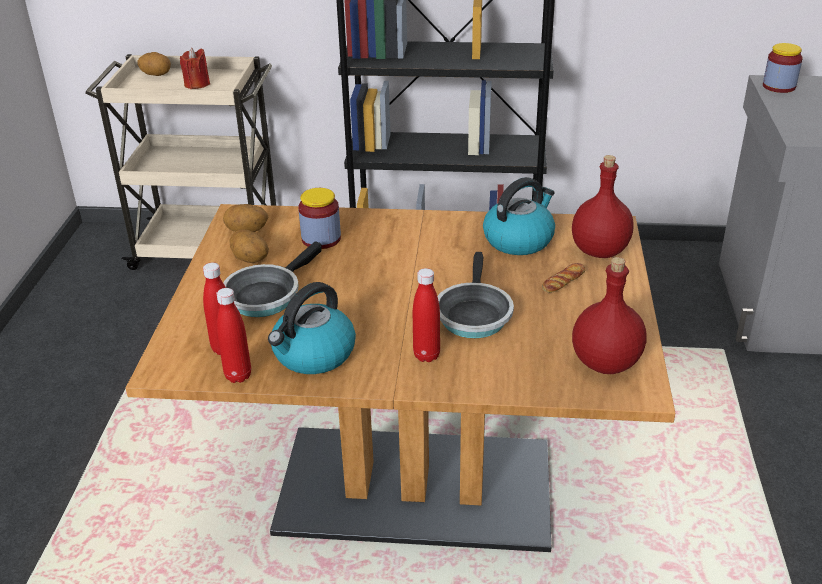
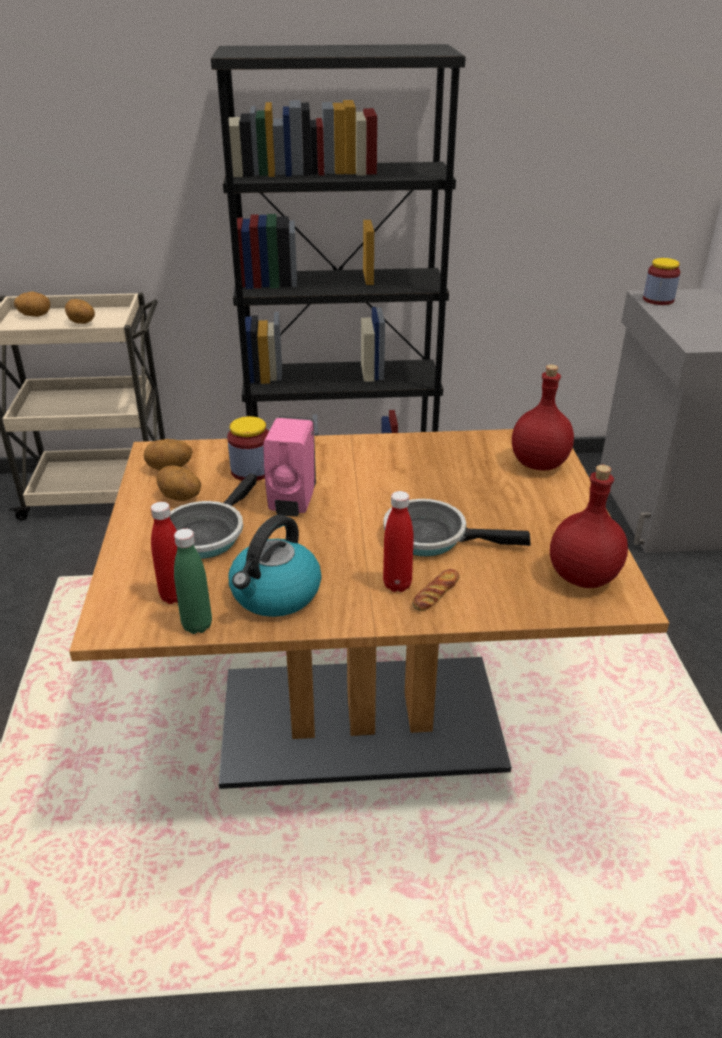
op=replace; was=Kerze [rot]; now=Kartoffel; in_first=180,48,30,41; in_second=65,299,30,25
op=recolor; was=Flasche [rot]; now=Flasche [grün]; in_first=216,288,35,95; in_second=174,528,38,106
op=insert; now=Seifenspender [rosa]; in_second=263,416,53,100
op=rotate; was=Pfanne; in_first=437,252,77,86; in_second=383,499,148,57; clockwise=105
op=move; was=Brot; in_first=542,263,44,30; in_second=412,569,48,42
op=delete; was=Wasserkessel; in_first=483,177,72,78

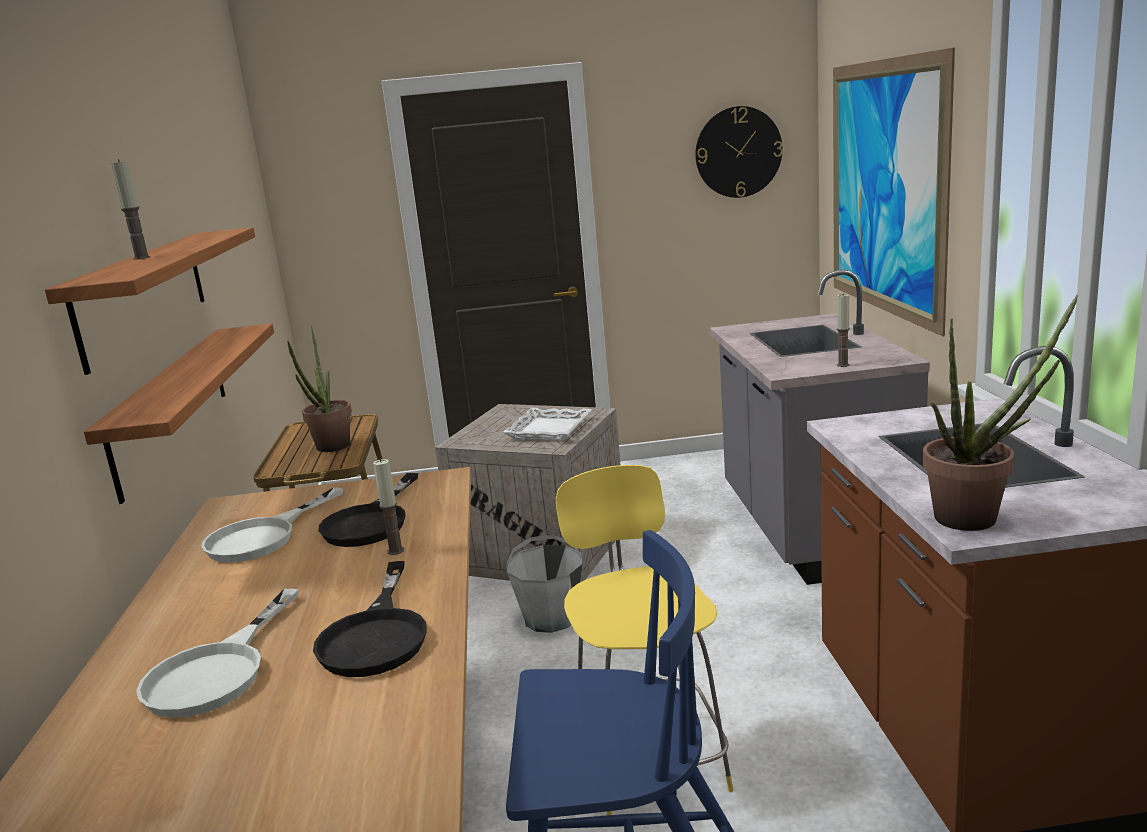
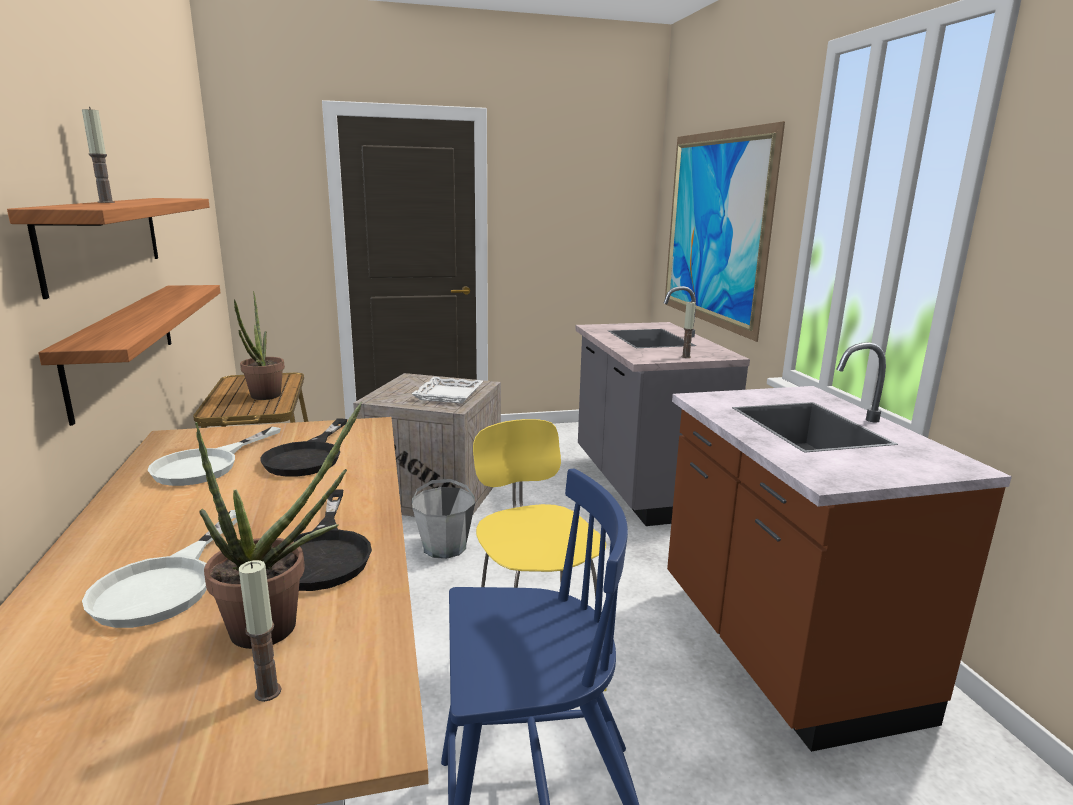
op=move; was=Topfpflanze; in_first=922,295,156,236; in_second=195,402,167,247
op=move; was=Kerze; in_first=373,459,31,96; in_second=239,560,42,142
op=delete; was=Wanduhr; in_first=695,106,88,92

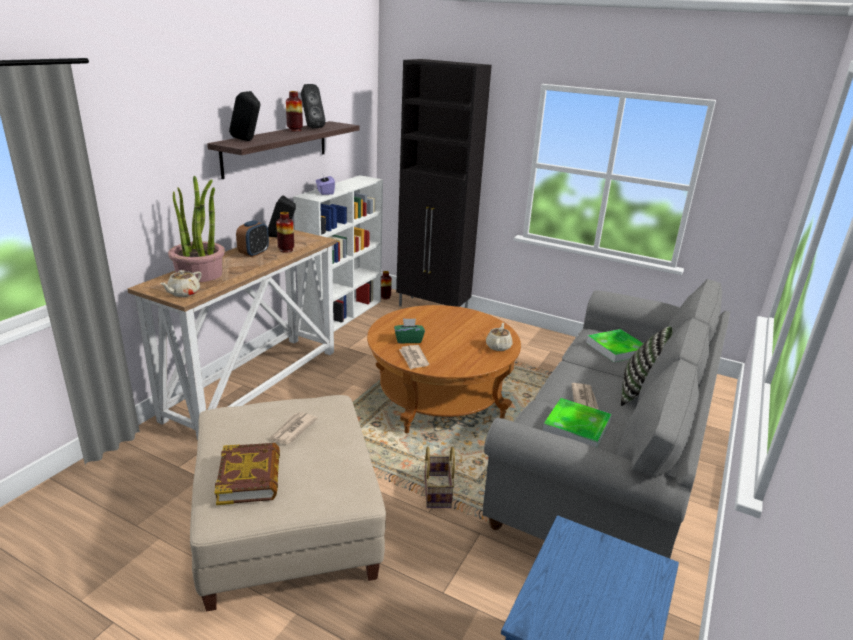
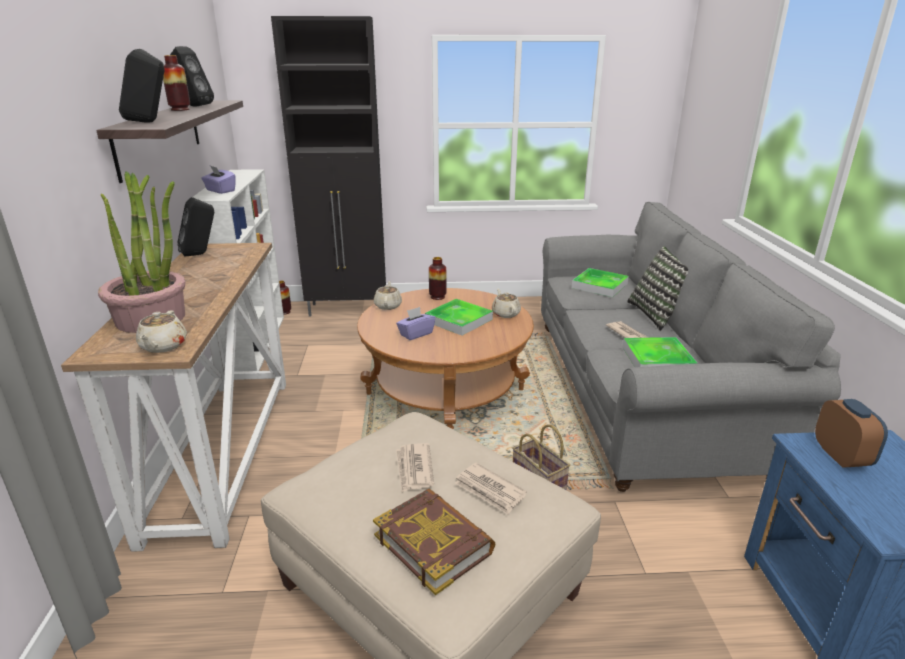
op=insert; now=Teekanne [beige]; in_second=374,281,28,29
op=recolor; was=Taschentuchbox [grün]; now=Taschentuchbox [lila]; in_first=394,318,31,25; in_second=396,307,40,33
op=insert; now=Tablett; in_second=425,299,68,37
op=move; was=Vase; in_first=276,212,18,40; in_second=429,257,17,43
op=move; was=Zeitung; in_first=399,345,30,25; in_second=455,463,72,52
op=move; was=Wecker; in_first=236,220,33,37; in_second=815,399,73,69

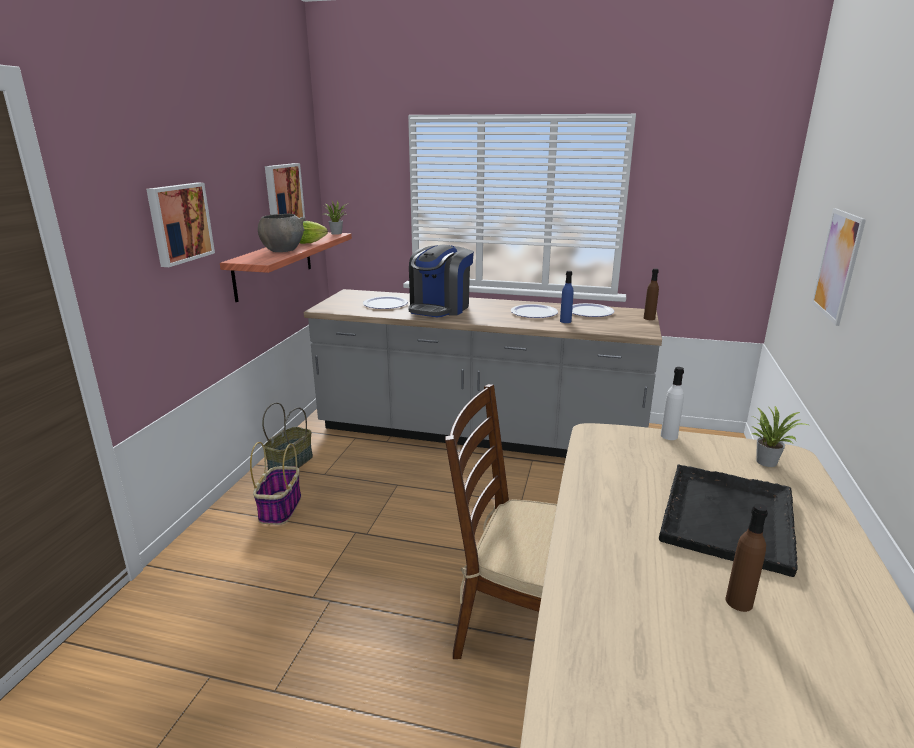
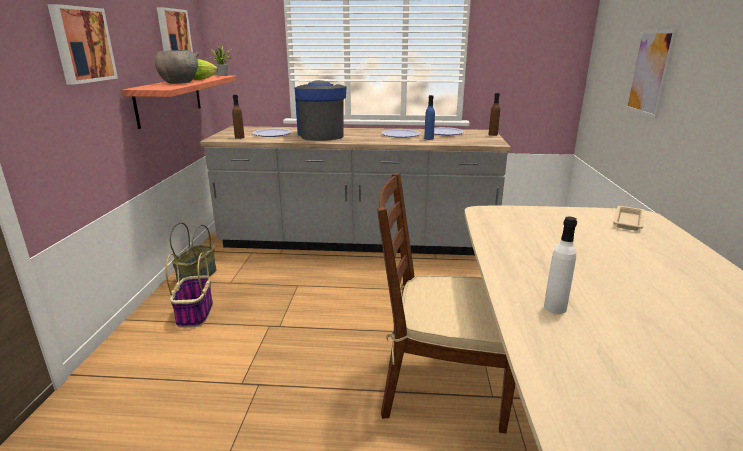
op=move; was=Flasche [braun]; in_first=726,504,42,108; in_second=232,95,13,44
op=rotate; was=Kaffeemaschine; in_first=409,245,65,72; in_second=294,80,53,61; clockwise=150
op=move; was=Flasche [weiß]; in_first=661,367,23,73; in_second=544,217,33,97
op=replace; was=Topfpflanze; now=Tablett [beige]; in_first=752,406,59,61; in_second=613,206,32,25
op=delete; was=Tablett [schwarz]; in_first=659,464,139,113

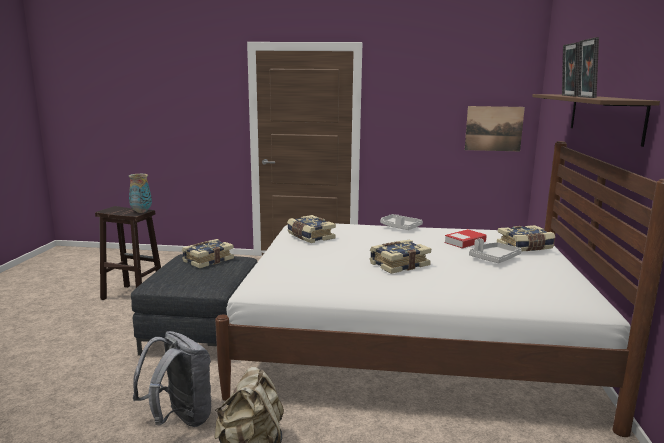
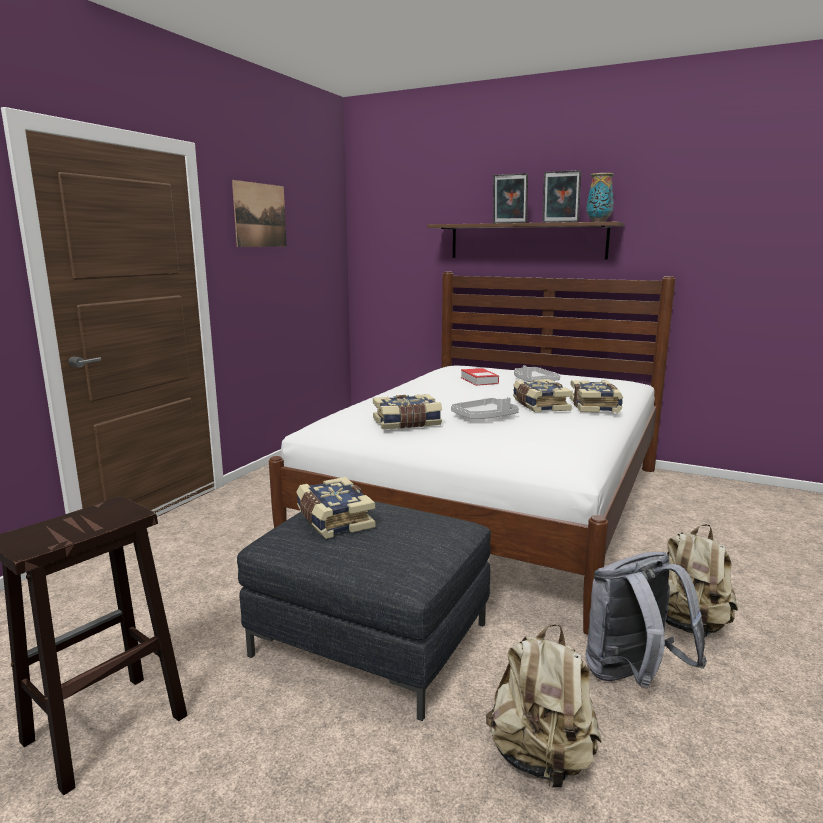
op=move; was=Bild; in_first=465,106,60,45; in_second=232,180,55,67
op=move; was=Tablett [grau]; in_first=380,214,43,16; in_second=451,397,68,22
op=insert; now=Rucksack [beige]; in_second=486,624,116,165
op=move; was=Buch; in_first=497,225,58,27; in_second=570,380,53,33
op=move; was=Vase; in_first=129,174,23,39; in_second=586,173,28,49

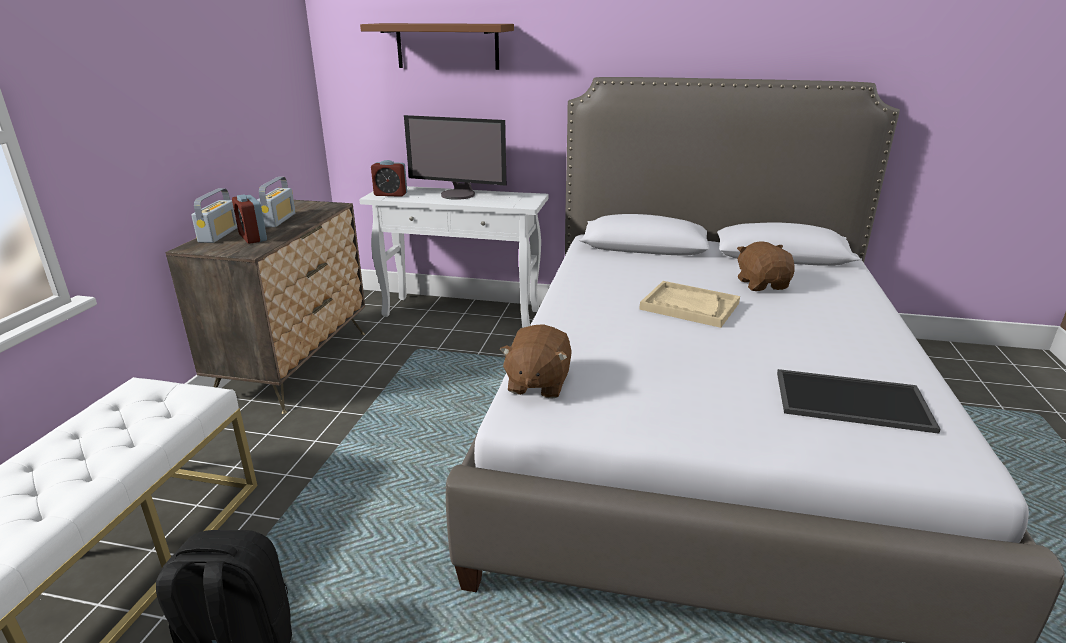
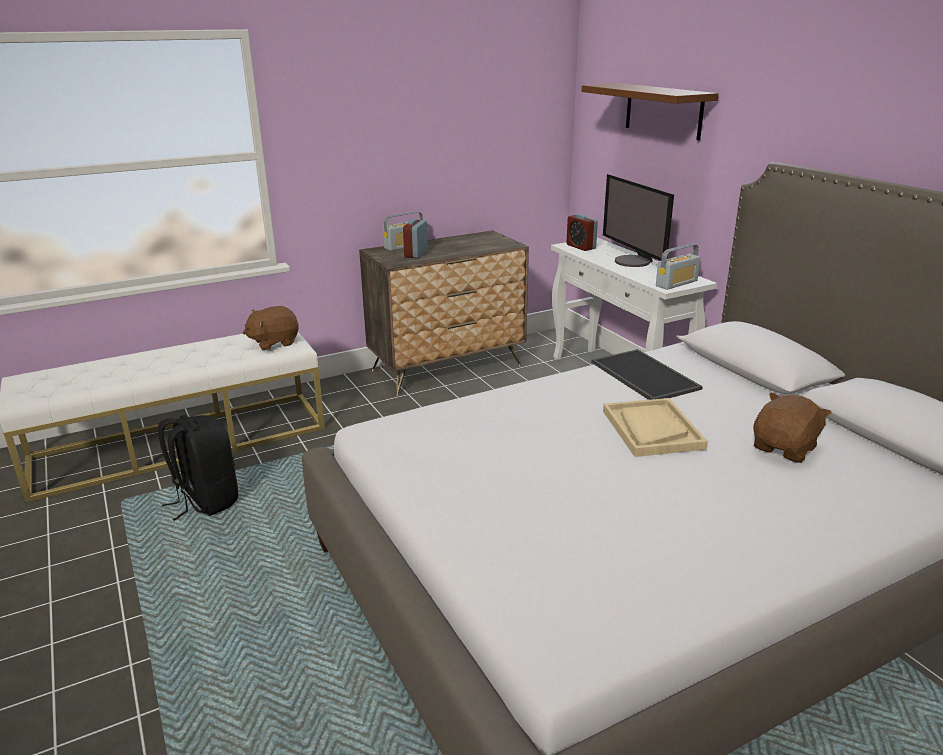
op=move; was=Plüschtier [braun]; in_first=500,324,72,75; in_second=243,306,56,44
op=move; was=Tablett; in_first=777,369,163,65; in_second=591,349,112,51
op=move; was=Radio; in_first=257,177,39,50; in_second=656,244,44,46

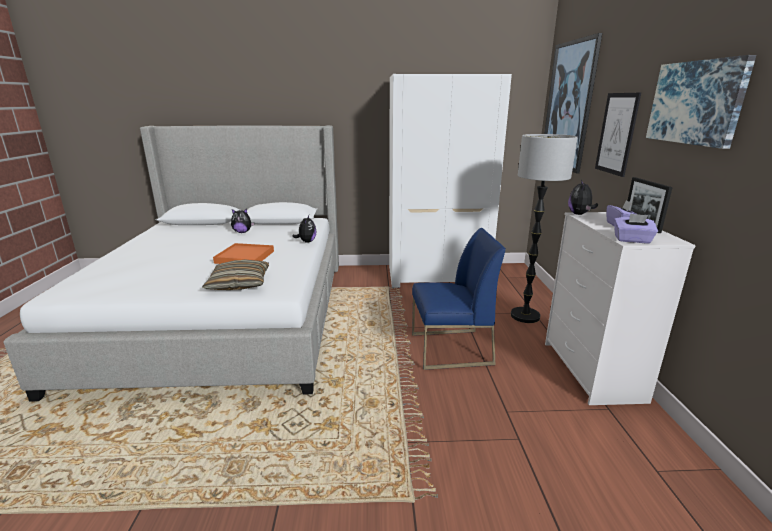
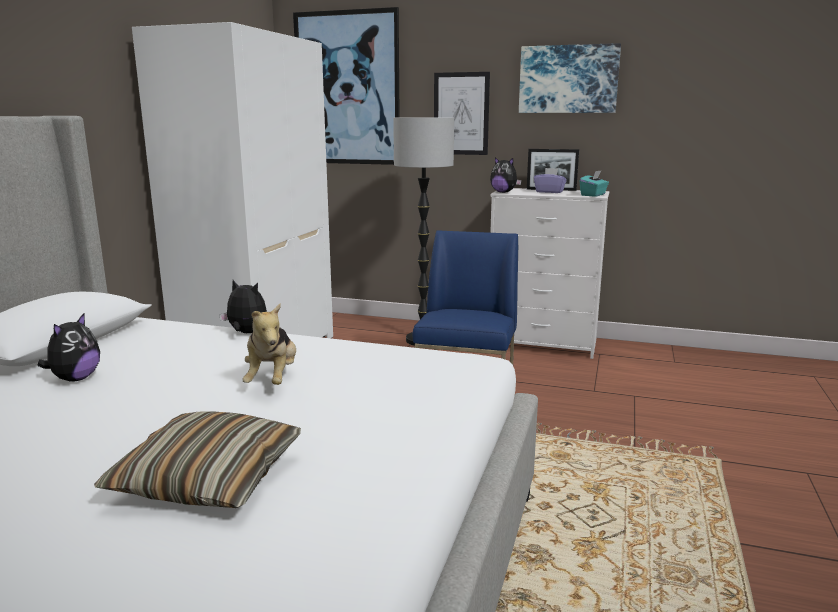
op=move; was=Kissen; in_first=202,260,67,30; in_second=94,411,207,97
op=replace; was=Tablett [orange]; now=Plüschtier; in_first=213,243,61,21; in_second=242,304,54,81
op=recolor; was=Taschentuchbox [lila]; now=Taschentuchbox [türkis]; in_first=614,213,44,30; in_second=580,171,29,26

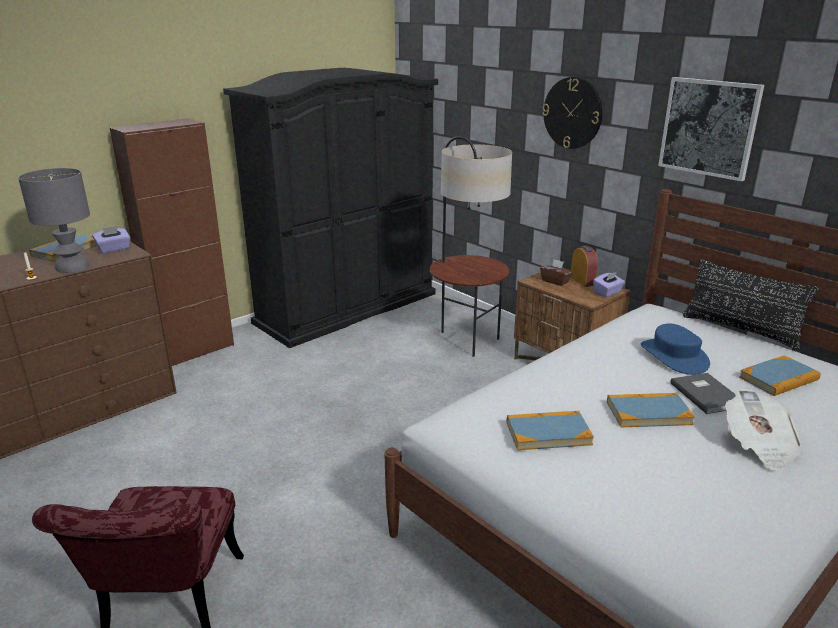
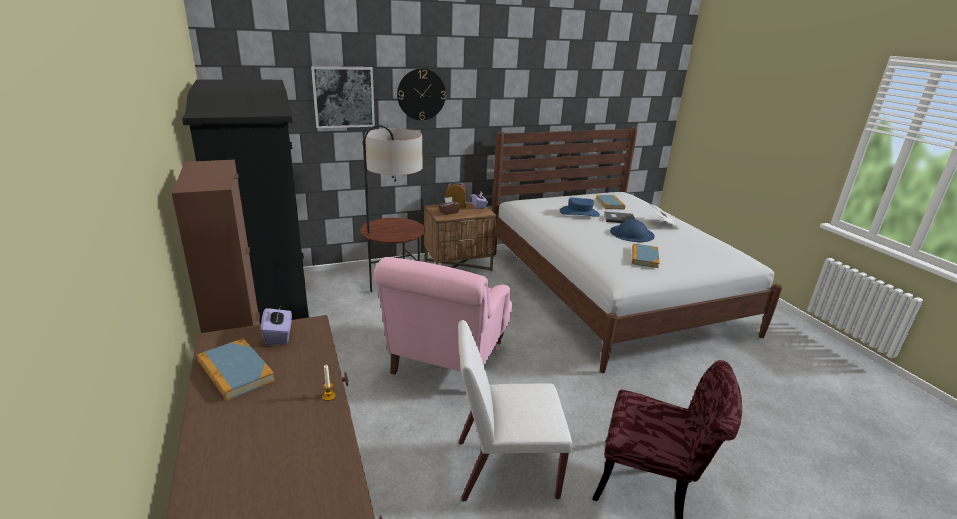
op=move; was=Bild; in_first=658,77,106,104; in_second=311,66,64,62
op=insert; now=Sessel [rosa]; in_second=374,257,138,118
op=insert; now=Stuhl [weiß]; in_second=458,320,114,182
op=replace; was=Buch; now=Hut [blau]; in_first=607,393,88,34; in_second=610,219,45,23
op=delete; was=Tischlampe [grau]; in_first=18,168,72,105
op=delete; was=Kissen [schwarz]; in_first=683,259,136,91

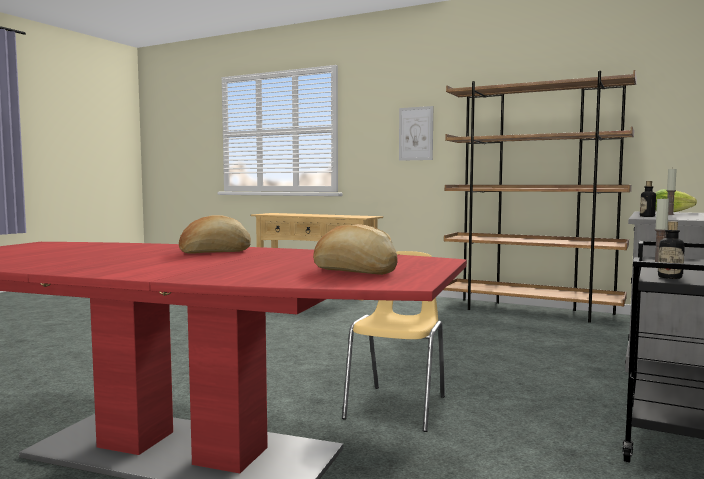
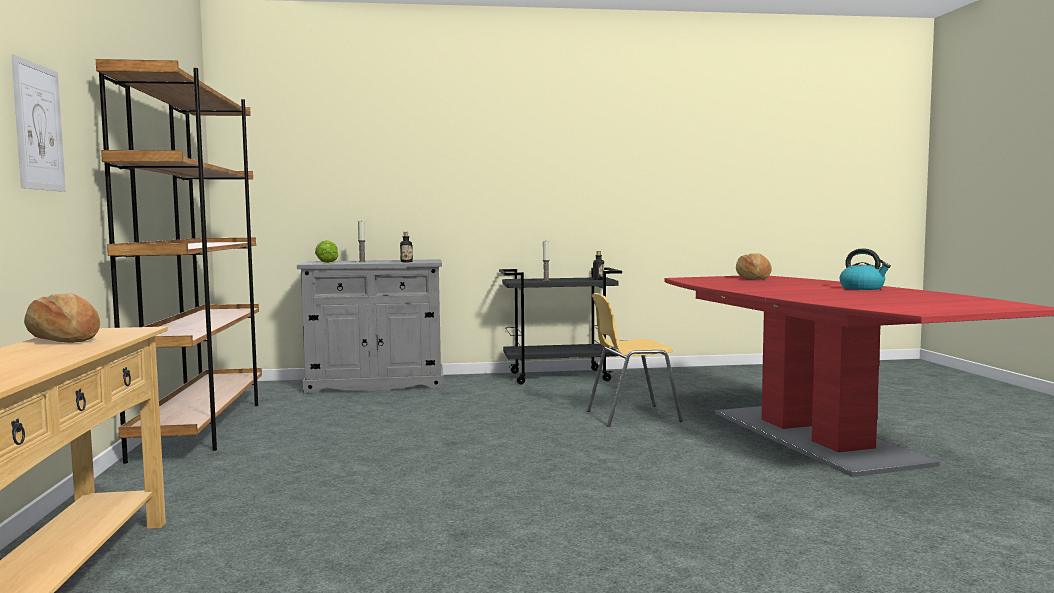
op=move; was=Brot; in_first=179,215,72,39; in_second=24,293,76,50
op=insert; now=Wasserkessel; in_second=840,249,51,41

